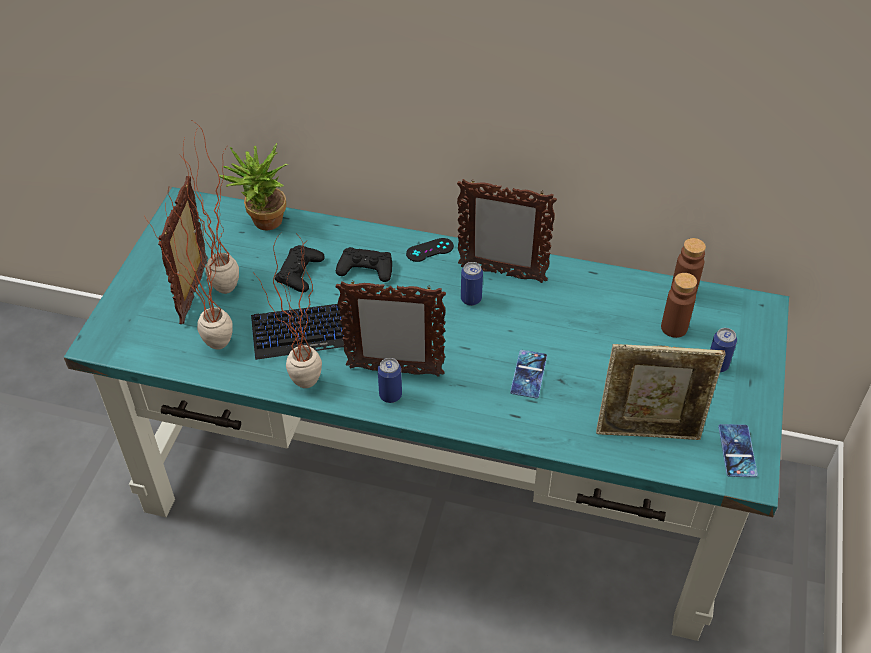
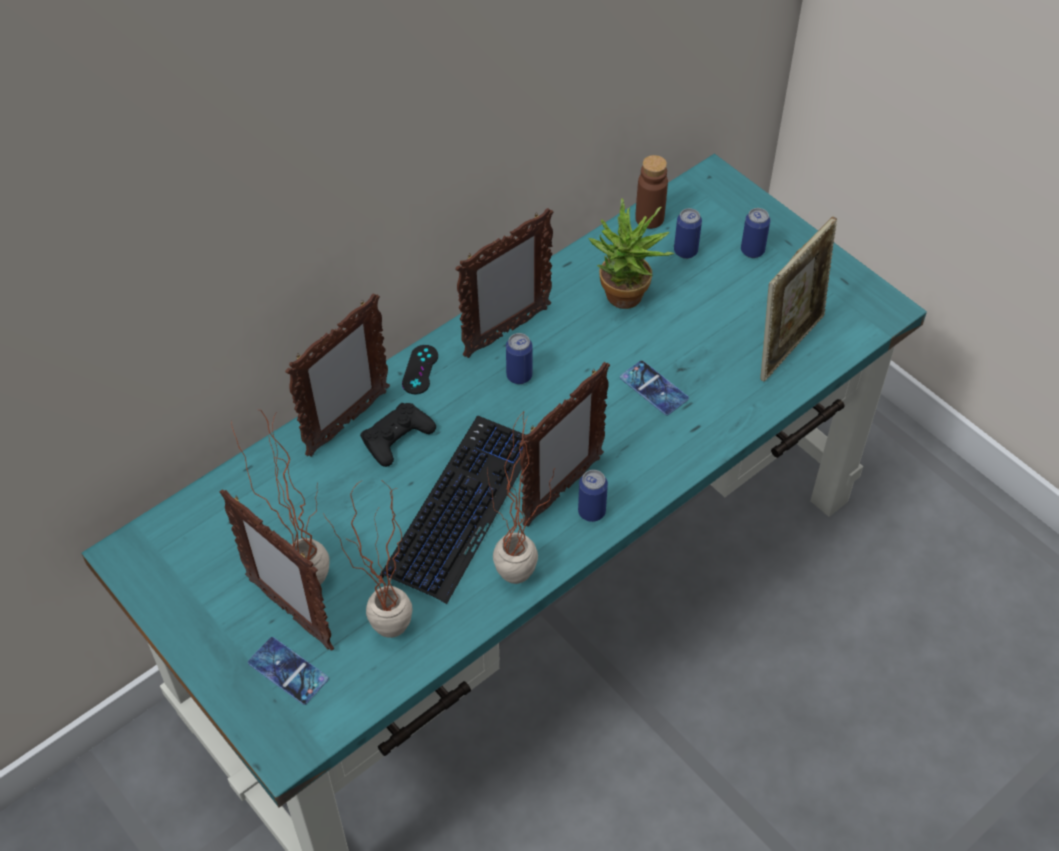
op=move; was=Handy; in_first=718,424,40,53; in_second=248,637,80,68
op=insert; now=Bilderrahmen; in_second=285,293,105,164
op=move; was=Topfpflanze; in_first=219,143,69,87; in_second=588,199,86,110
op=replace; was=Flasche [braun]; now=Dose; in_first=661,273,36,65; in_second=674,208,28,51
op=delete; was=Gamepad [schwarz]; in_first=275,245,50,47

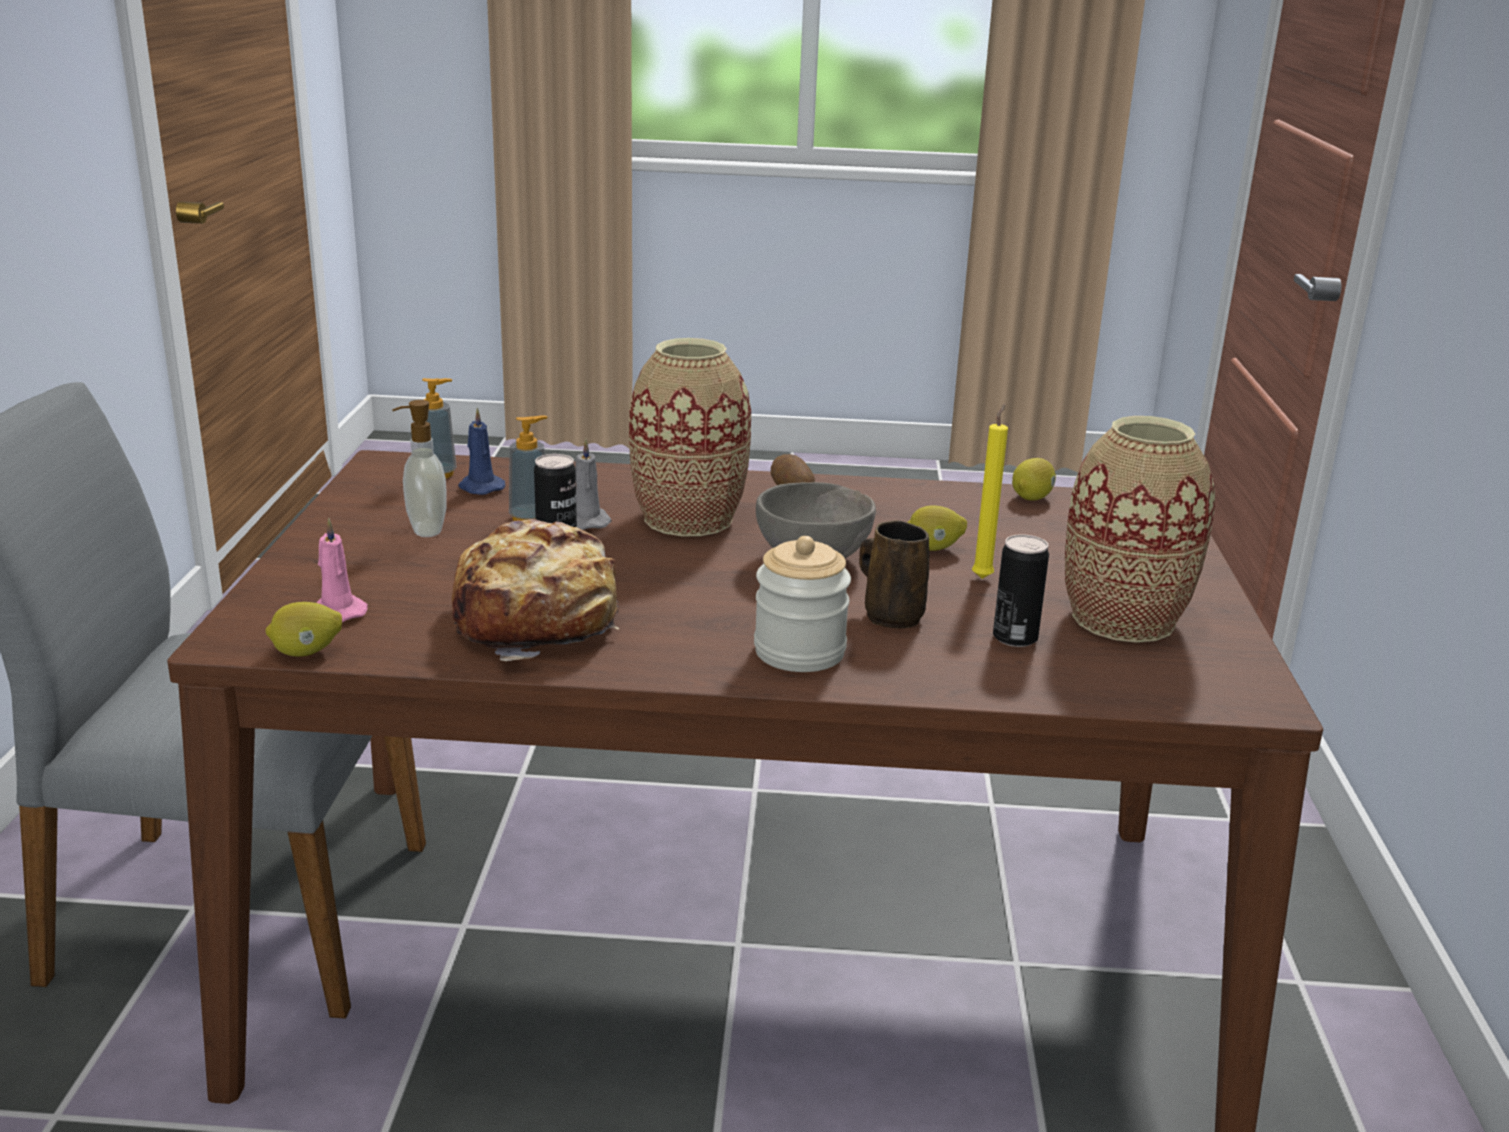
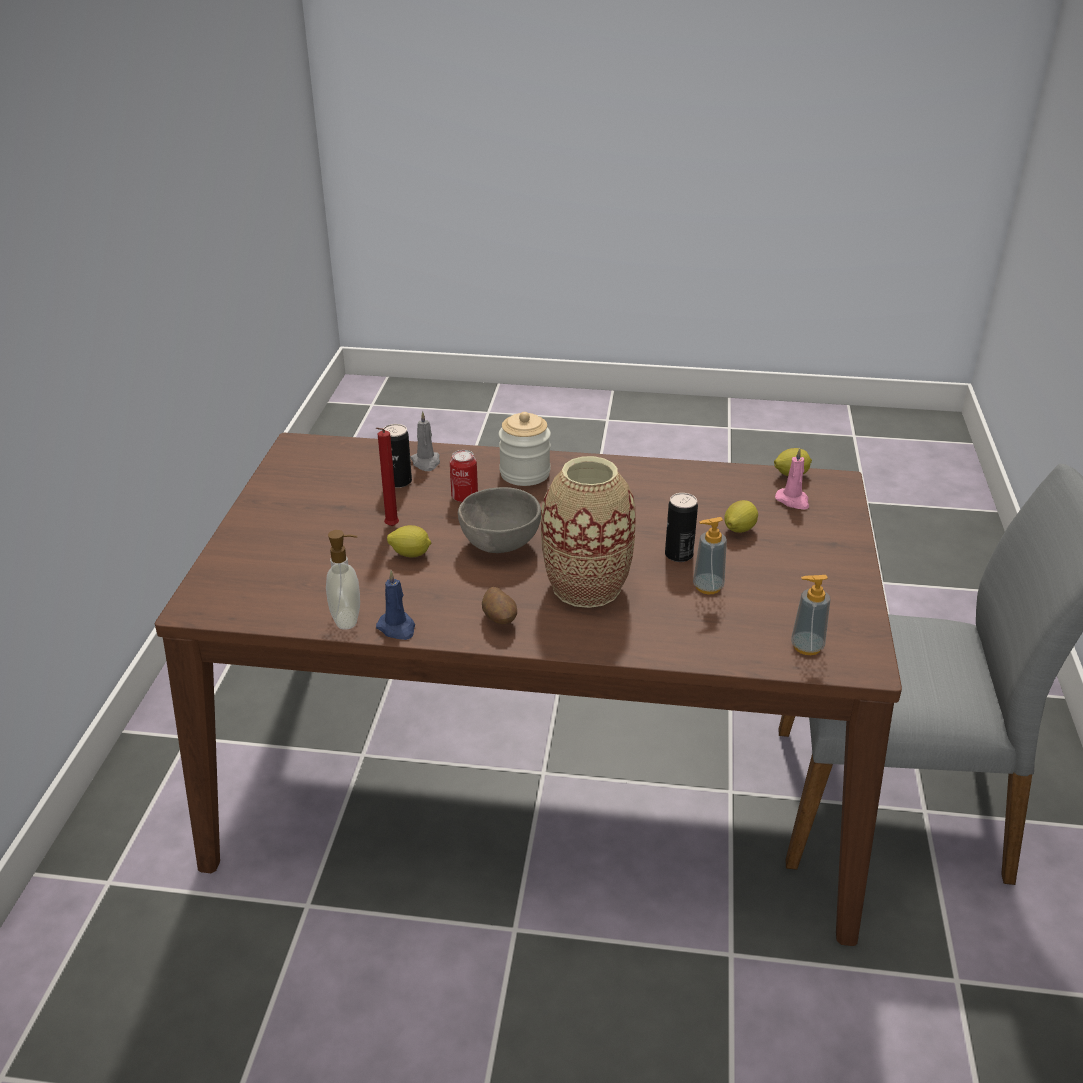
op=move; was=Seifenspender; in_first=392,400,55,137; in_second=326,530,34,100
op=recolor; was=Kerze [gelb]; now=Kerze [rot]; in_first=972,403,36,176; in_second=376,427,23,99
op=move; was=Kerze [blau]; in_first=458,407,47,88; in_second=376,570,39,70
op=move; was=Kerze [grau]; in_first=575,439,37,91; in_second=411,411,29,60
op=replace; was=Henkelbecher [braun]; now=Dose; in_first=859,520,71,109; in_second=450,450,28,52
op=move; was=Zitrone; in_first=1012,458,44,43; in_second=724,500,34,33
op=delete; was=Brot; in_first=452,519,168,142
op=delete; was=Vase; in_first=1065,416,150,227

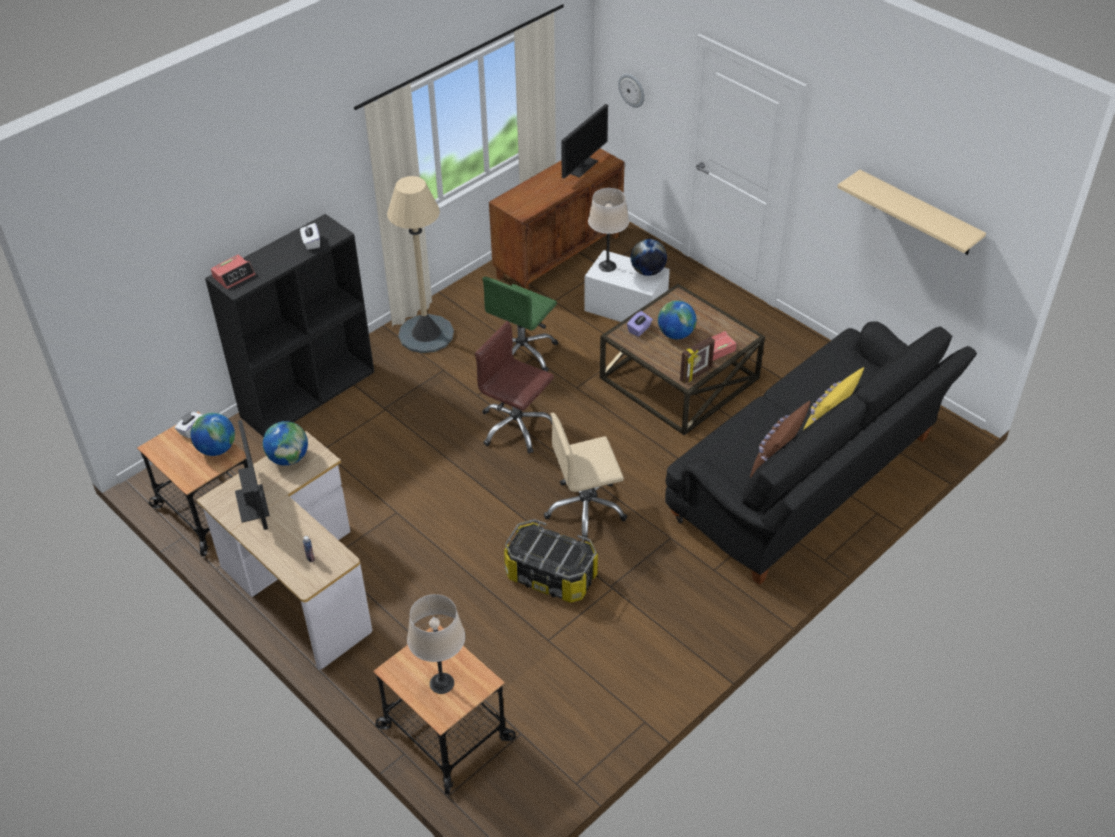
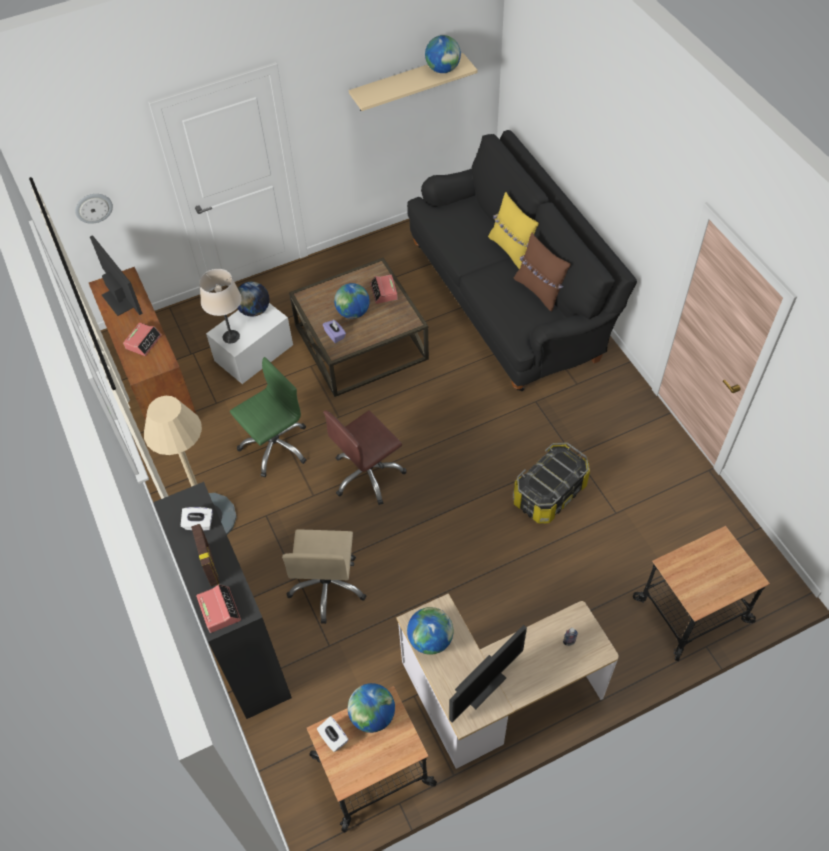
op=insert; now=Wecker; in_second=123,323,39,33
op=move; was=Bilderrahmen; in_first=680,337,35,47; in_second=191,524,28,62
op=rotate; was=Bürostuhl [grün]; in_first=482,277,76,95; in_second=230,357,77,120; clockwise=-90
op=move; was=Bürostuhl [beige]; in_first=544,413,83,128; in_second=282,529,84,95
op=insert; now=Globus; in_second=425,35,36,38
op=rotate; was=Monitor; in_first=235,420,35,110; in_second=449,625,78,98; clockwise=135
op=delete; was=Tischlampe [beige]; in_first=407,594,58,100

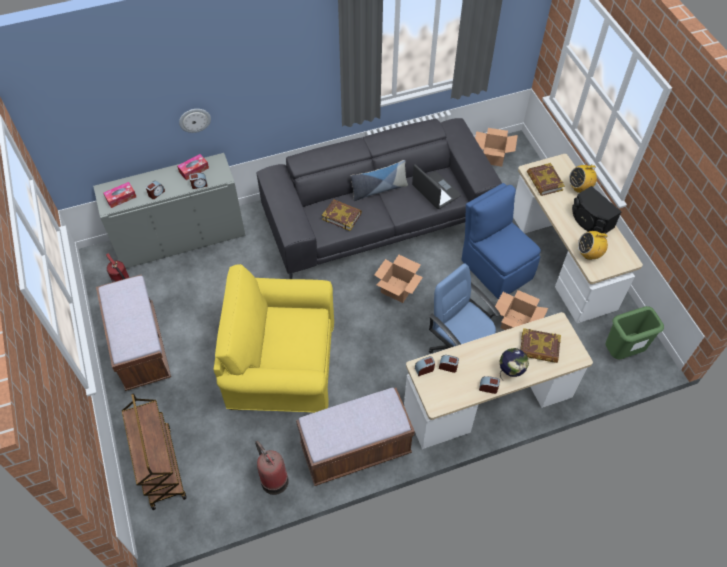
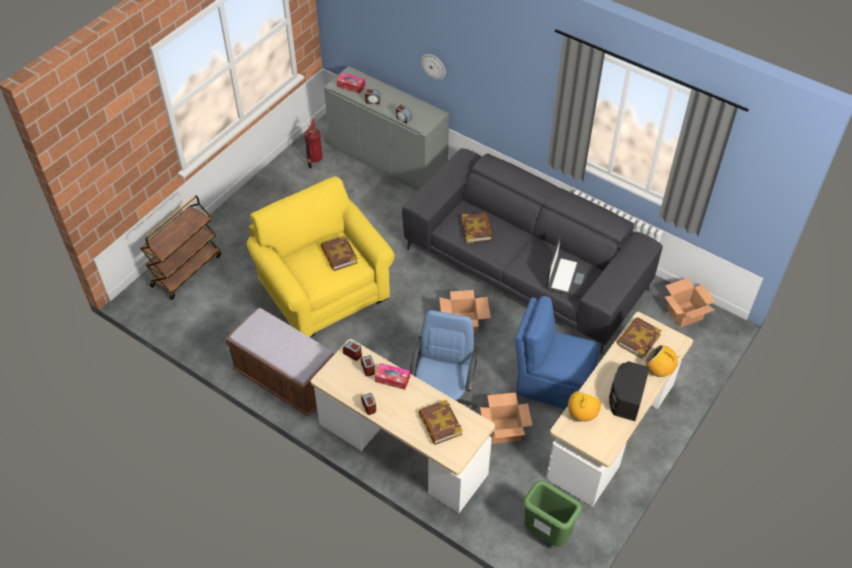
op=insert; now=Buch; in_second=321,235,37,36
op=move; was=Taschentuchbox; in_first=177,154,32,26; in_second=375,363,35,27
op=rotate; was=Stuhl [blau]; in_first=461,183,80,116; in_second=515,296,84,113; clockwise=-90
op=rotate; was=Radio; in_first=578,231,30,29; in_second=568,391,33,31; clockwise=60
op=delete; was=Bank [braun]; in_first=96,274,75,117
op=delete; was=Feuerlöscher; in_first=255,441,34,54
op=delete; was=Kissen; in_first=350,160,58,41
op=delete; was=Globus; in_first=499,348,30,33

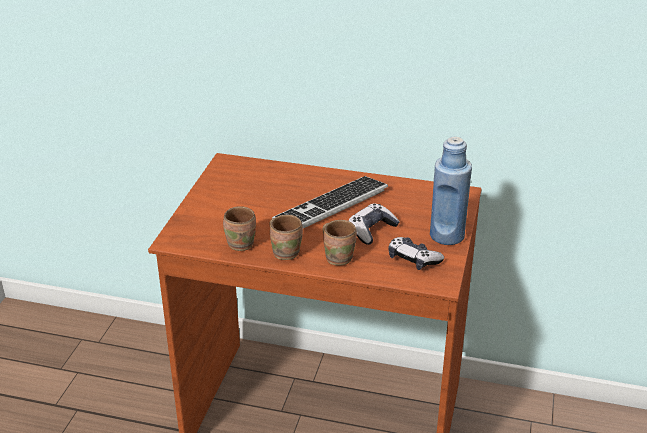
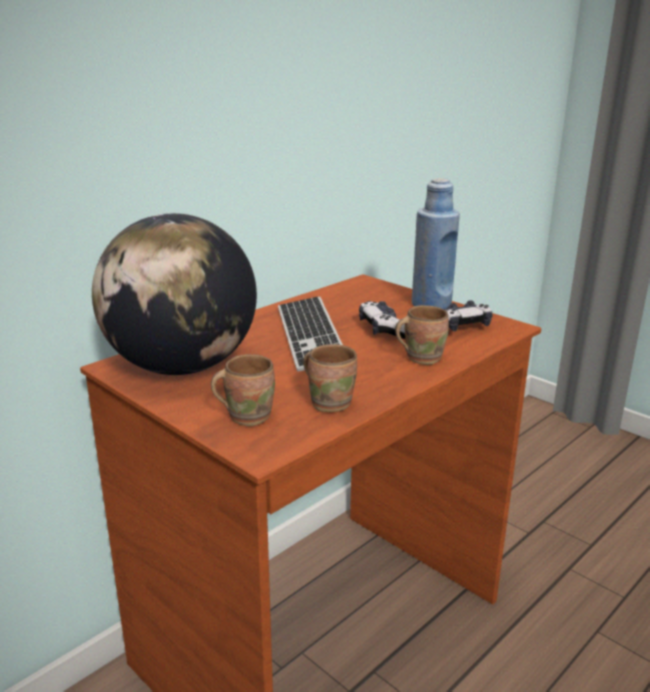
op=insert; now=Globus; in_second=92,213,165,162
op=move; was=Henkelbecher [braun]; in_first=270,215,33,45; in_second=211,354,64,72

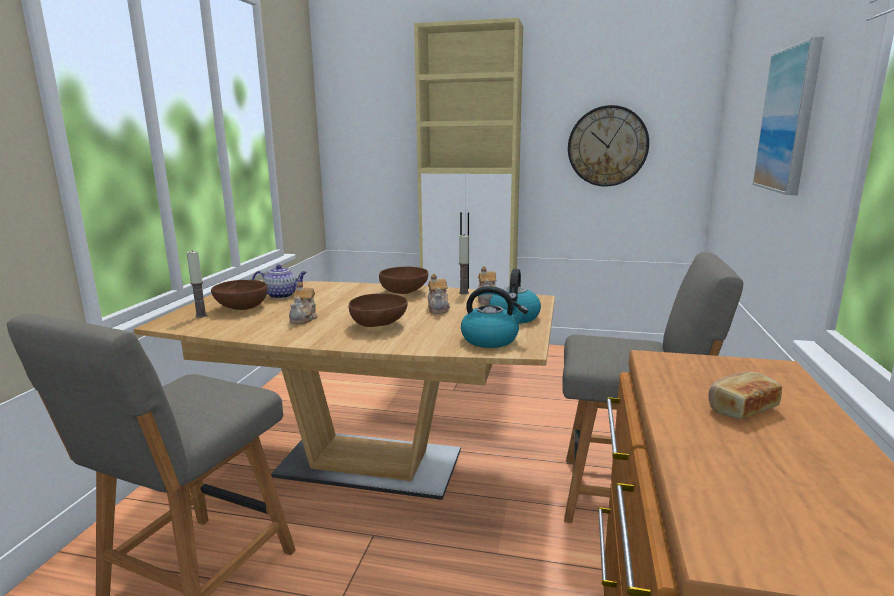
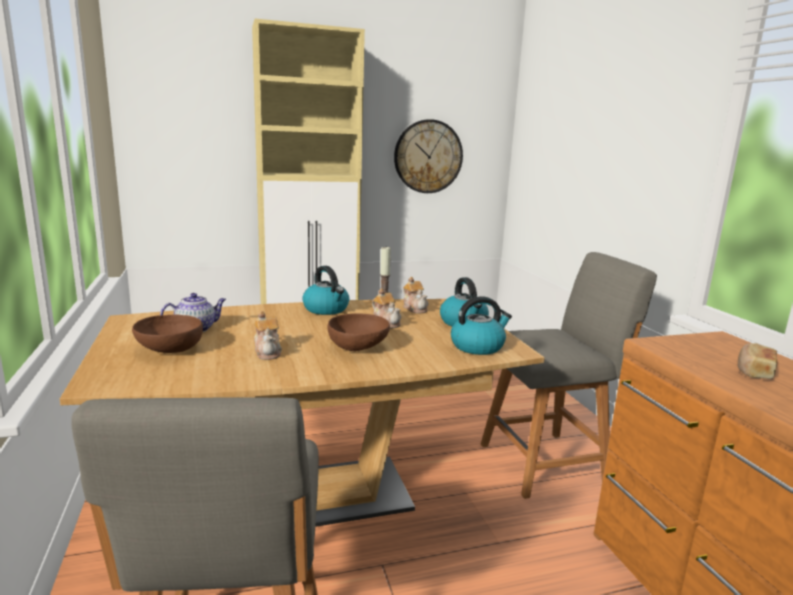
op=replace; was=Schüssel [braun]; now=Wasserkessel; in_first=379,267,49,27; in_second=302,266,47,49
op=delete; was=Kerze; in_first=187,251,20,67
op=delete; was=Bild; in_first=752,37,72,158

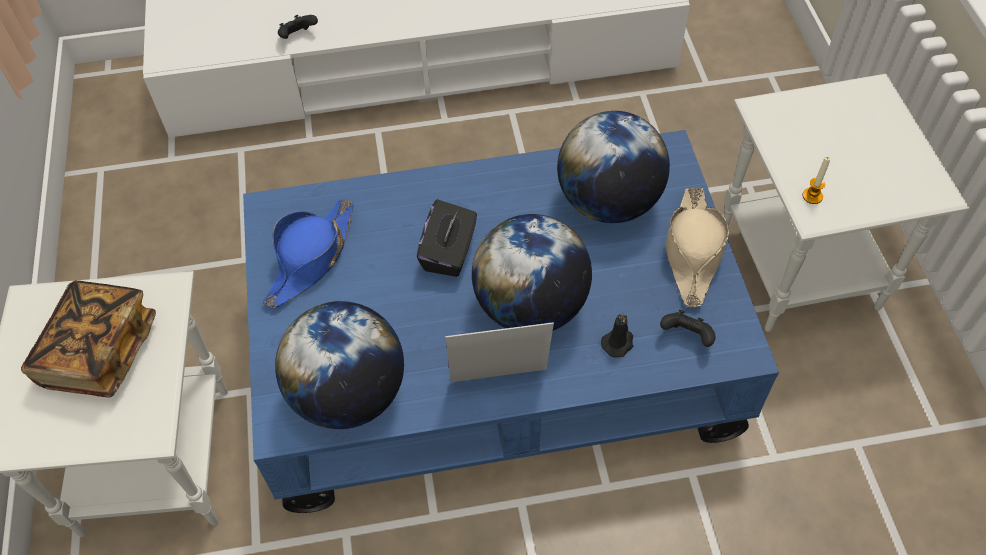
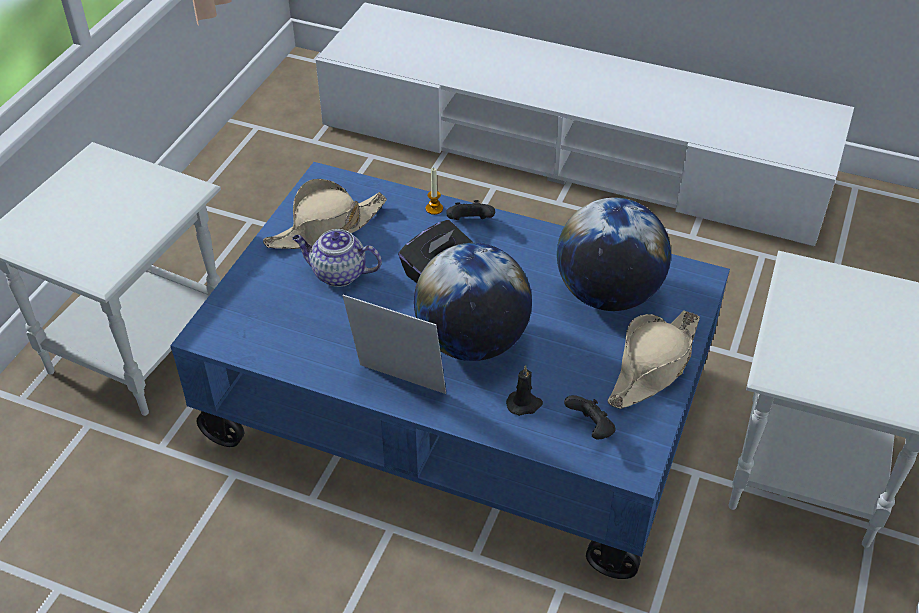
op=recolor; was=Hut [blau]; now=Hut [beige]; in_first=262,198,92,110; in_second=263,179,124,70
op=insert; now=Teekanne; in_second=292,229,90,58
op=move; was=Kerze; in_first=802,157,28,47; in_second=426,167,17,48
op=move; was=Gamepad [schwarz]; in_first=278,15,40,24; in_second=446,200,49,20
op=delete; was=Buch; in_first=21,281,135,117
op=delete; was=Globus; in_first=275,301,129,128

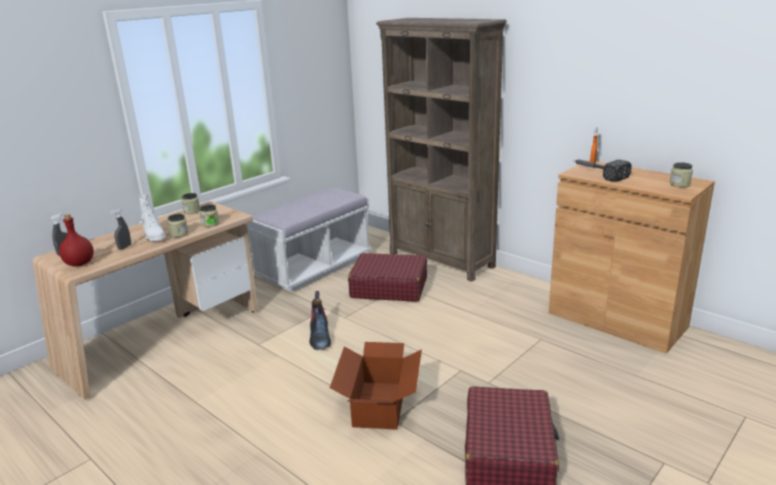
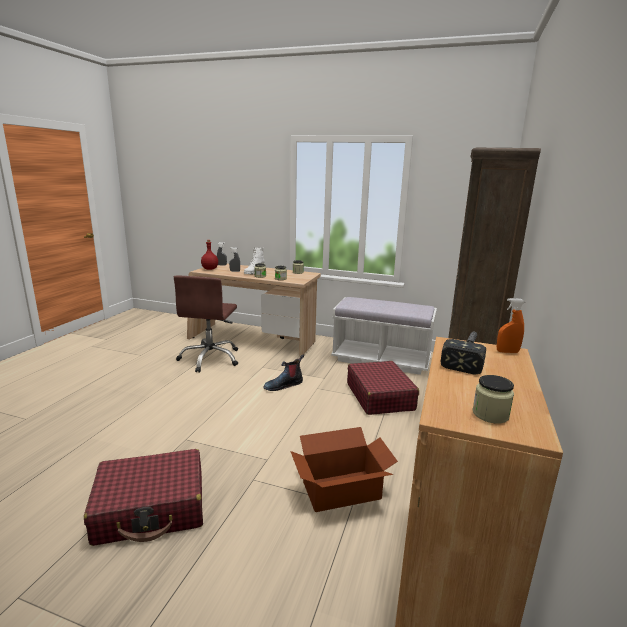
op=insert; now=Bürostuhl [braun]; in_second=174,276,64,97
op=move; was=Karton; in_first=330,342,92,88; in_second=290,427,108,85

